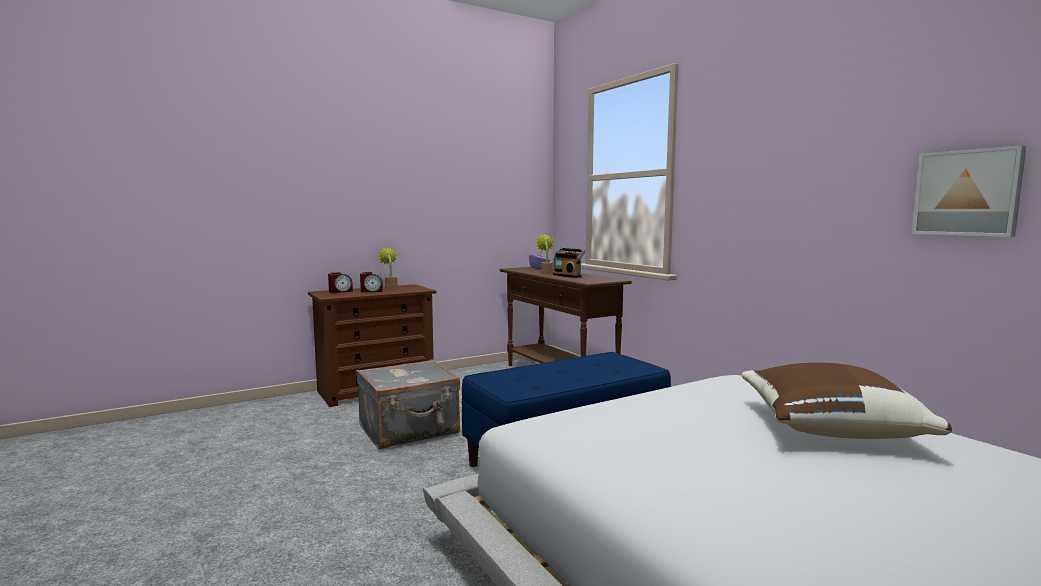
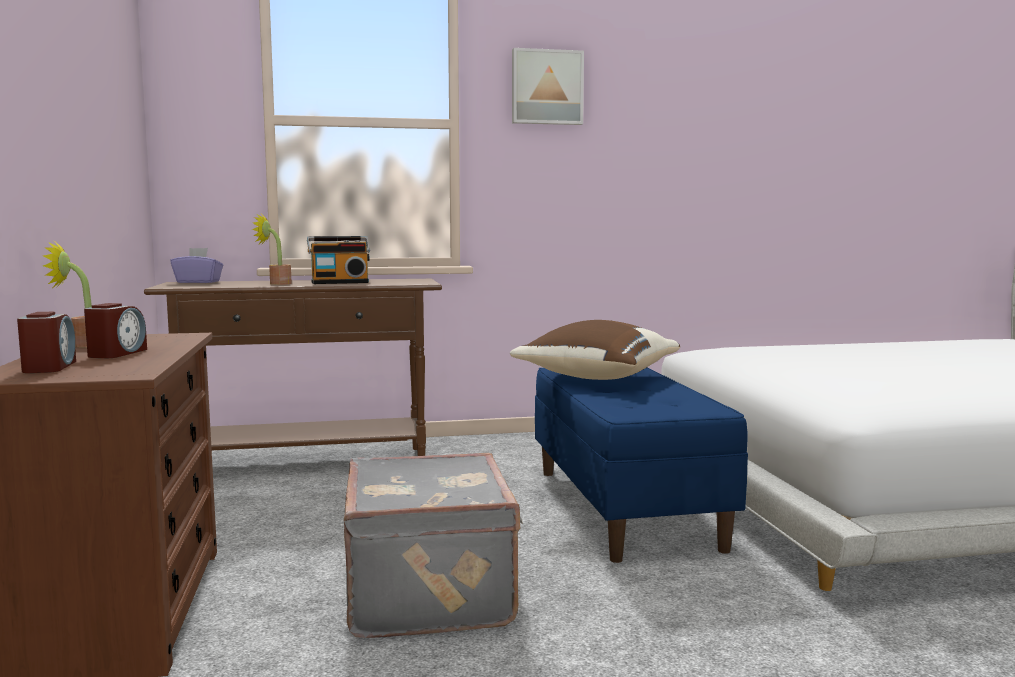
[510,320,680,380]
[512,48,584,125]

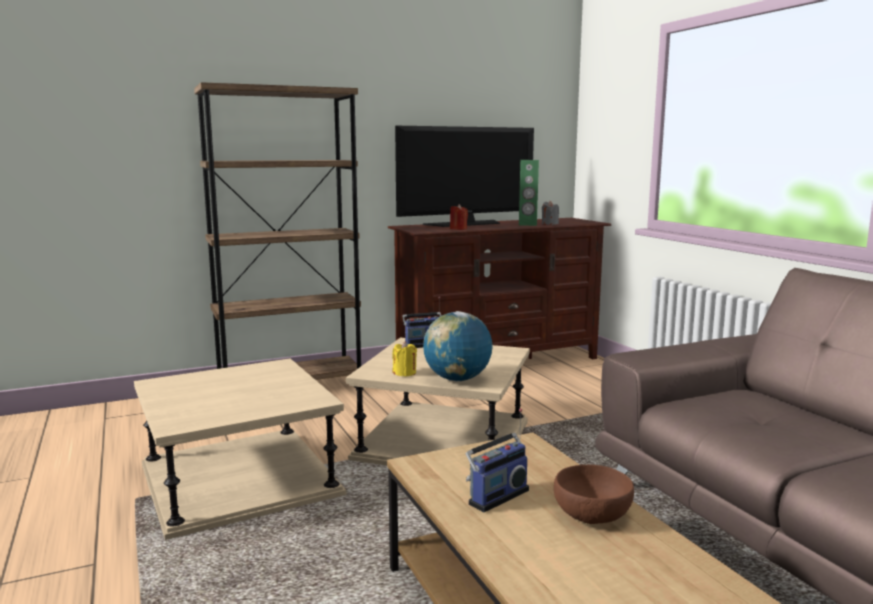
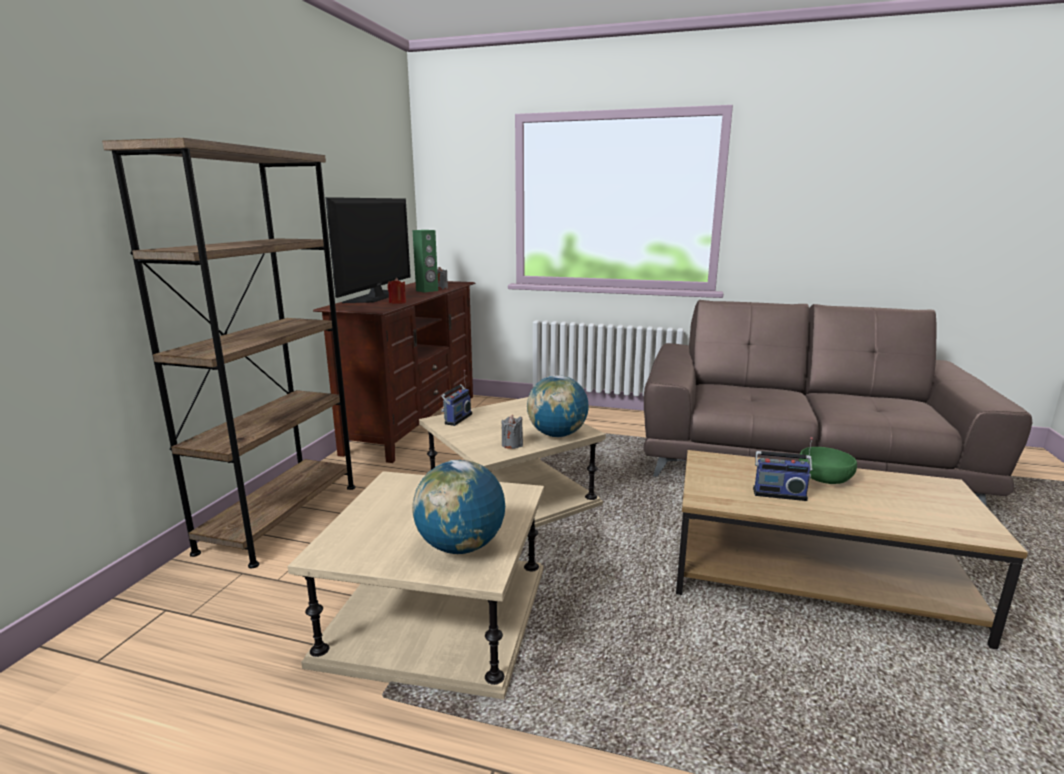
[412,460,505,554]
[501,415,523,449]
[799,447,857,484]
[753,437,813,501]

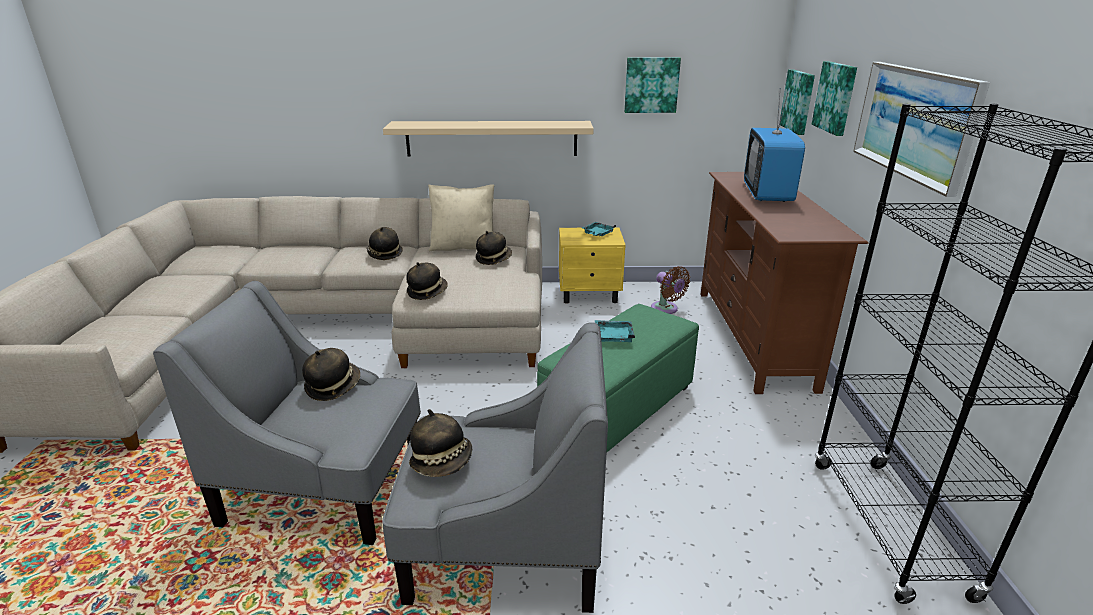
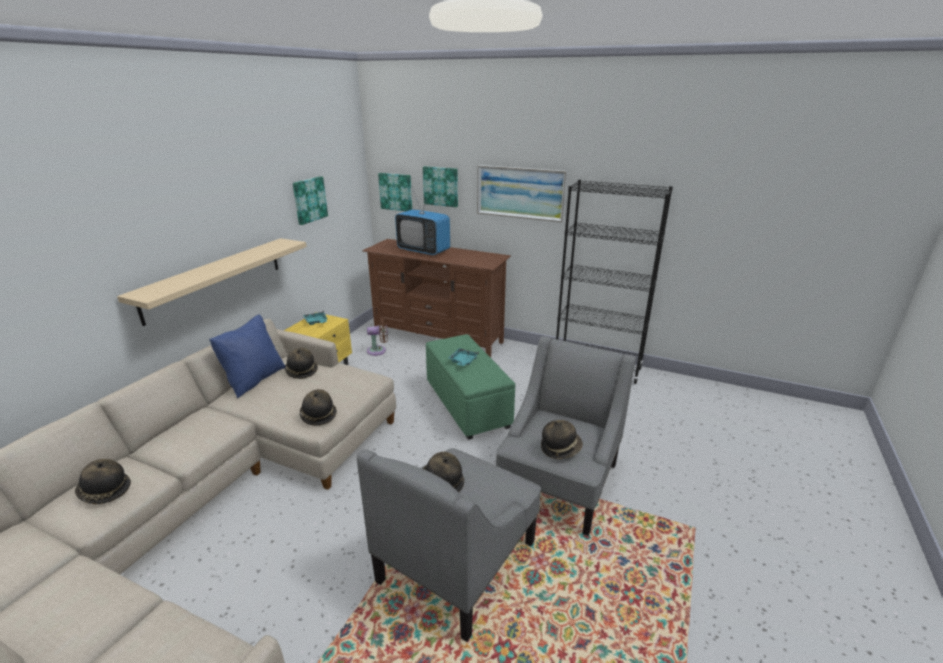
[75,459,131,504]
[209,314,285,398]

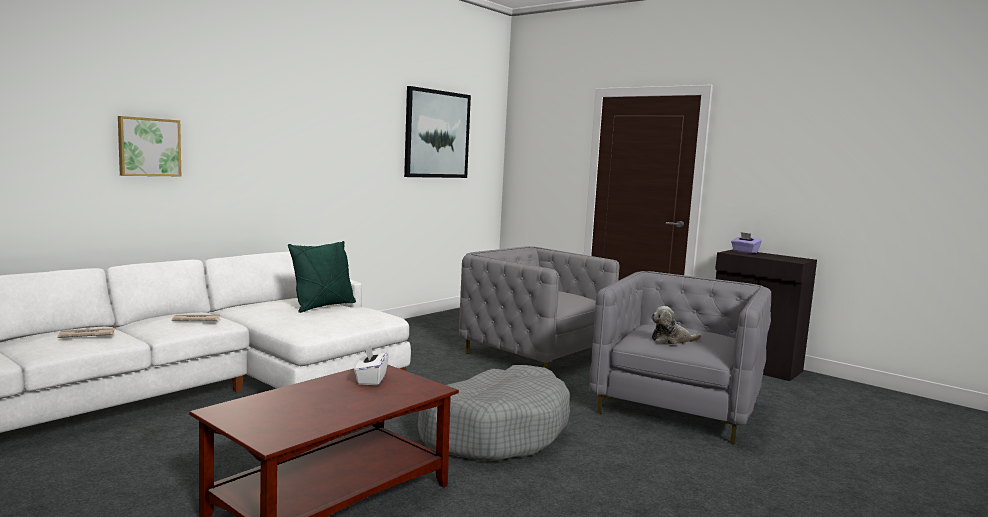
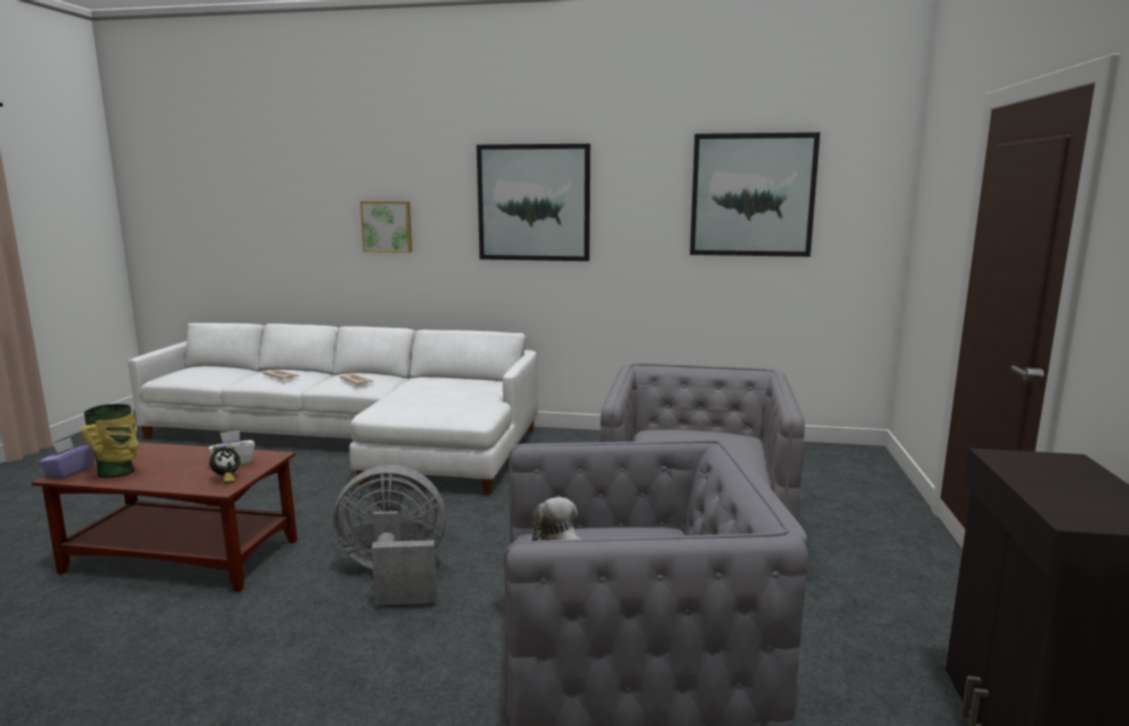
[288,241,356,313] (first image)
[80,404,140,478]
[210,446,240,483]
[477,144,590,261]
[38,437,95,479]
[333,465,446,605]

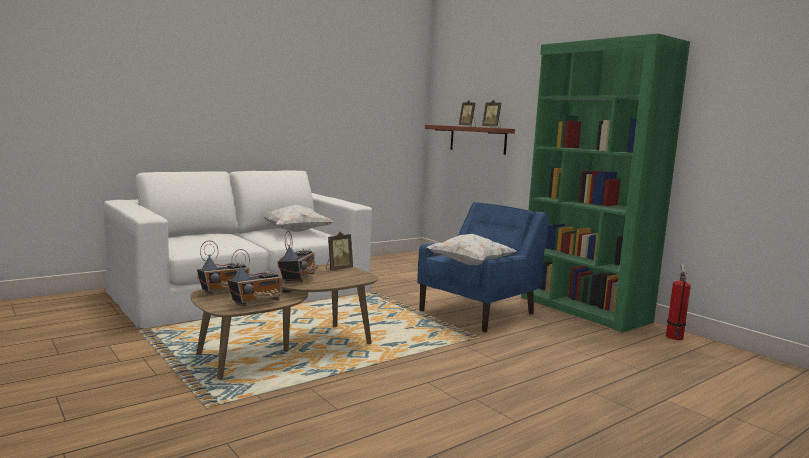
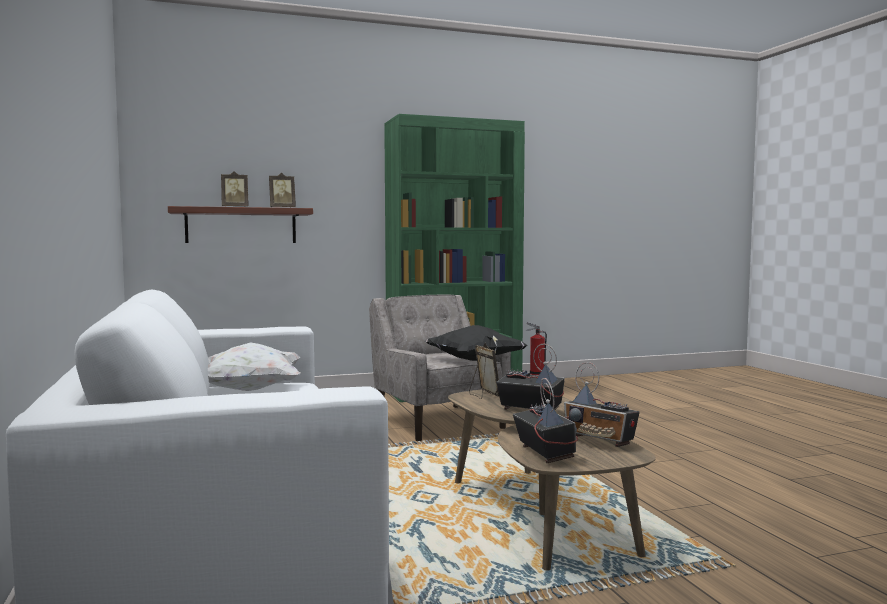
[369,295,511,441]
[425,325,527,361]
[564,362,640,447]

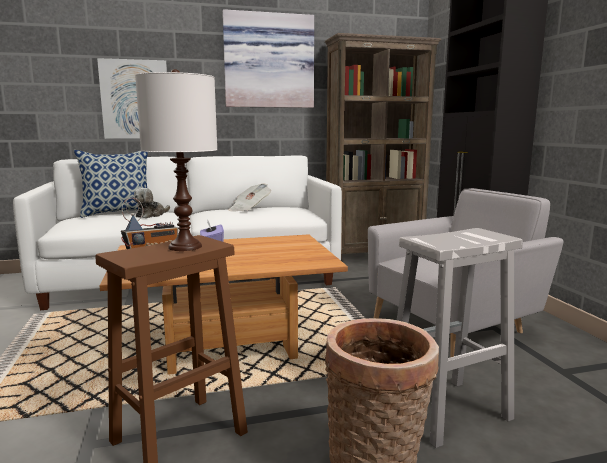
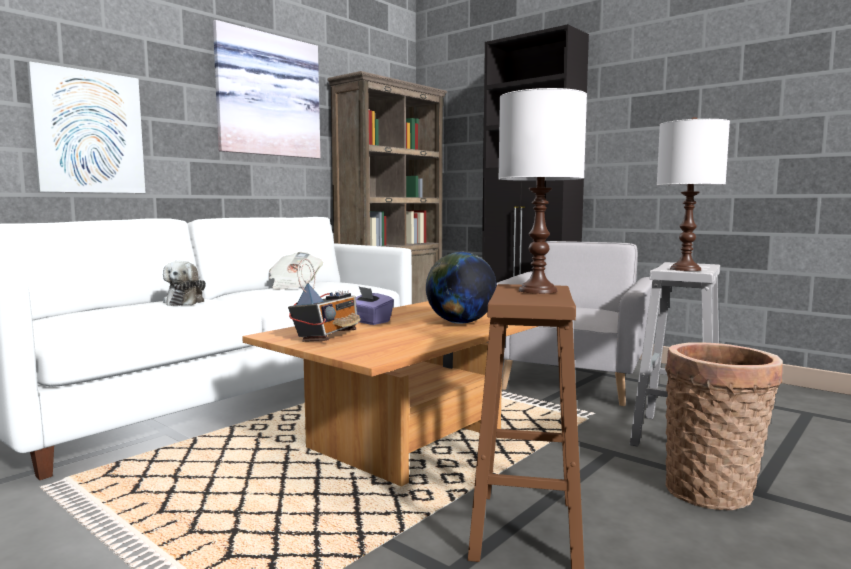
[74,150,148,218] (first image)
[426,252,497,324]
[657,117,730,271]

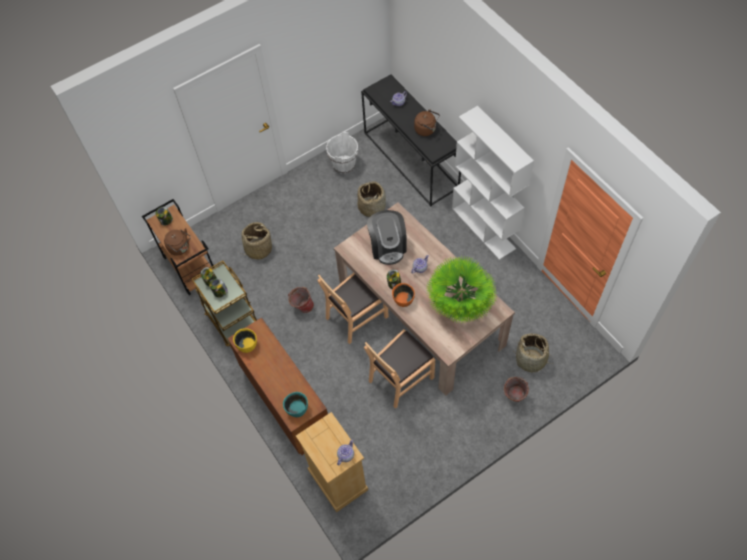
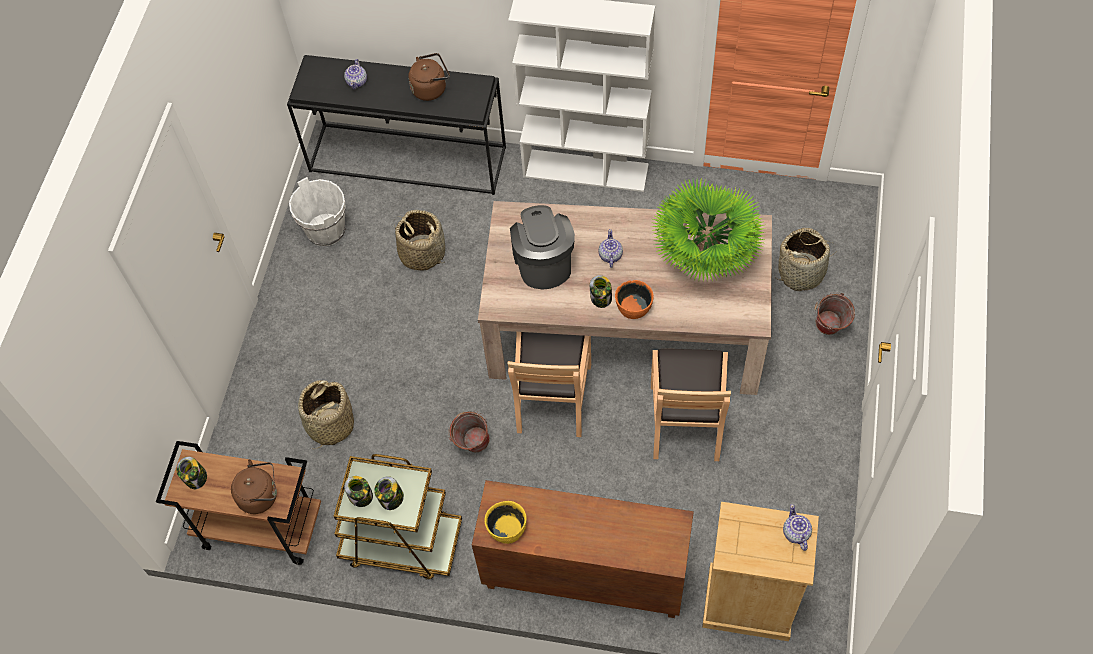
[283,392,308,417] (first image)
[510,205,575,289]

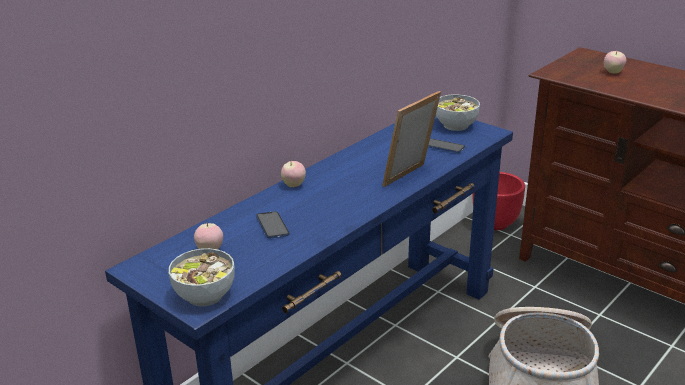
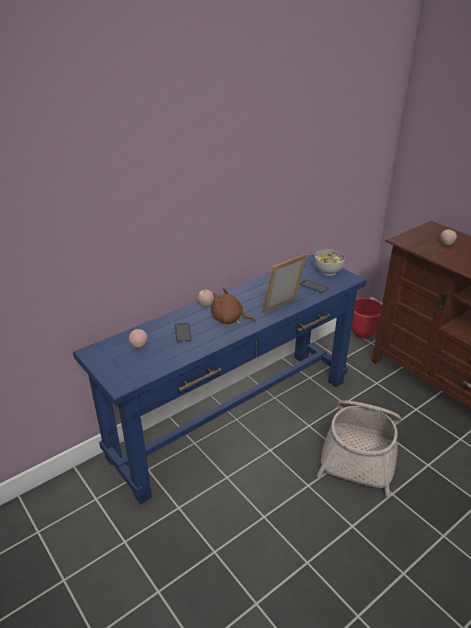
[168,248,235,306] (first image)
[211,288,255,324]

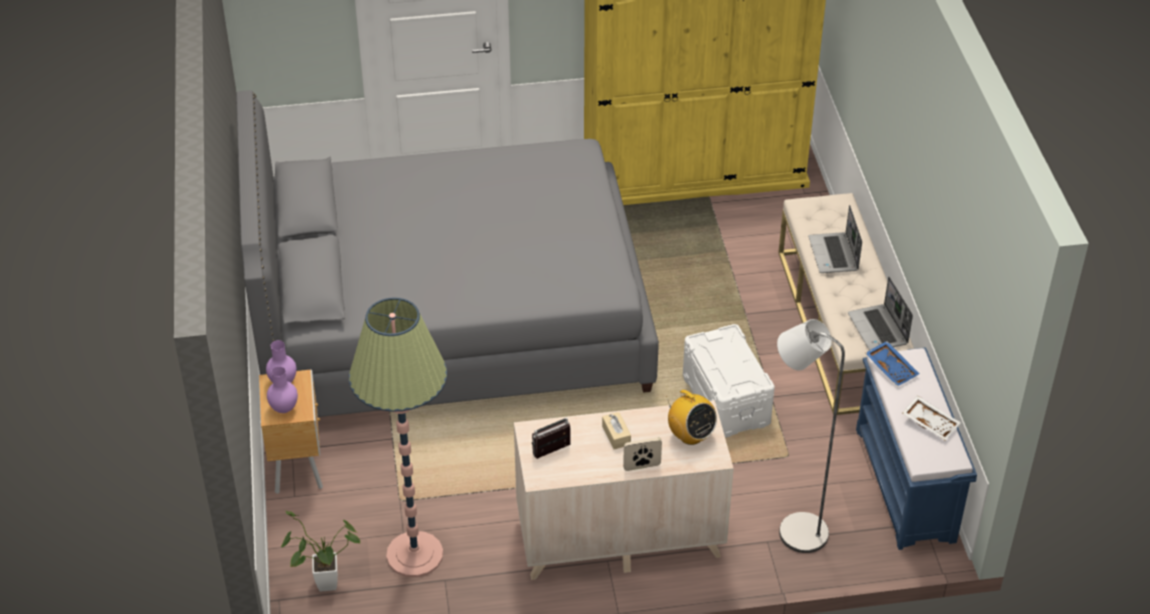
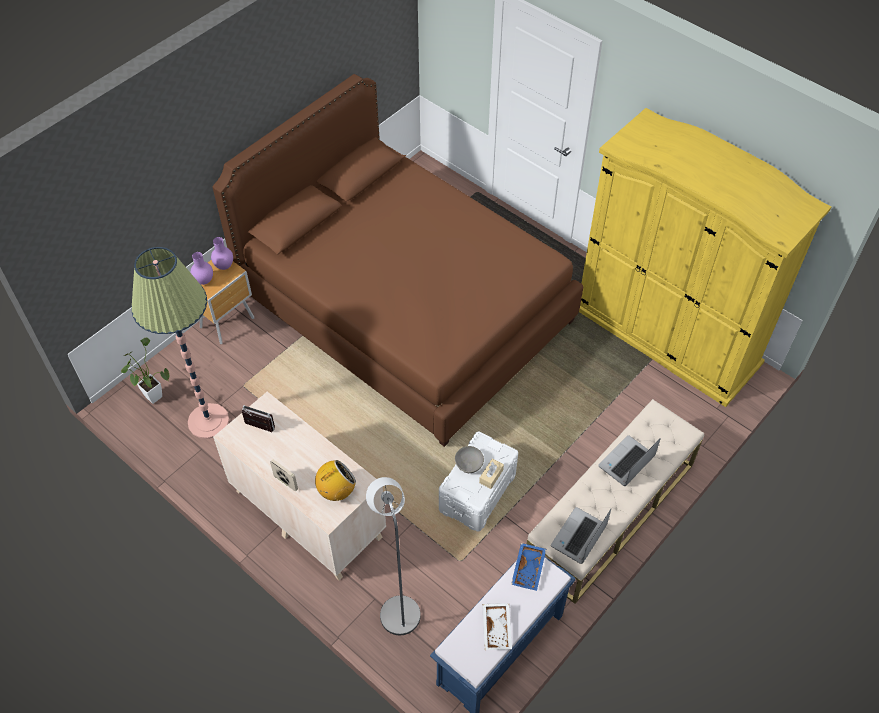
[455,446,484,473]
[479,459,504,489]
[213,74,583,447]
[315,460,356,501]

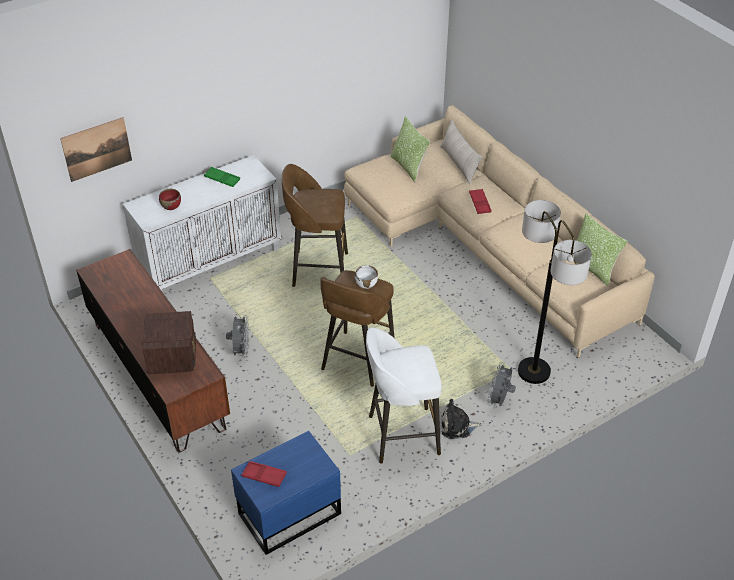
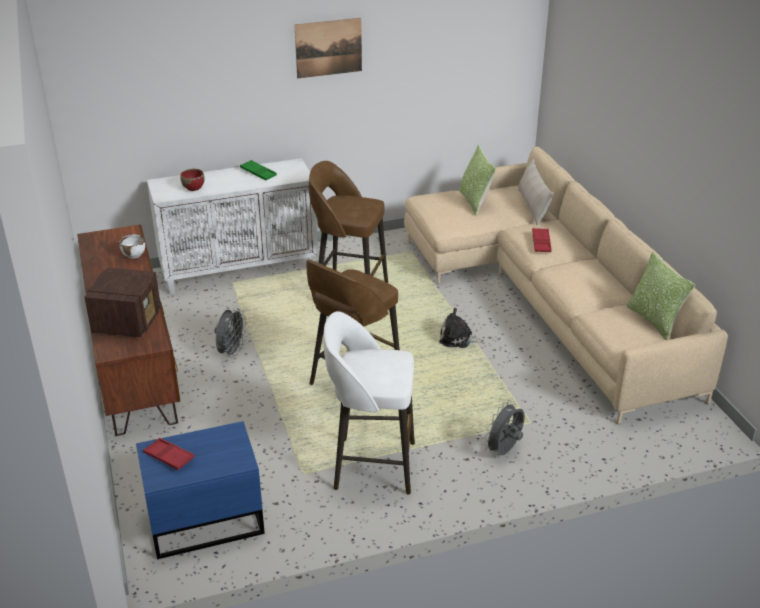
[518,200,592,384] (first image)
[294,18,362,79]
[119,234,145,258]
[439,308,484,348]

